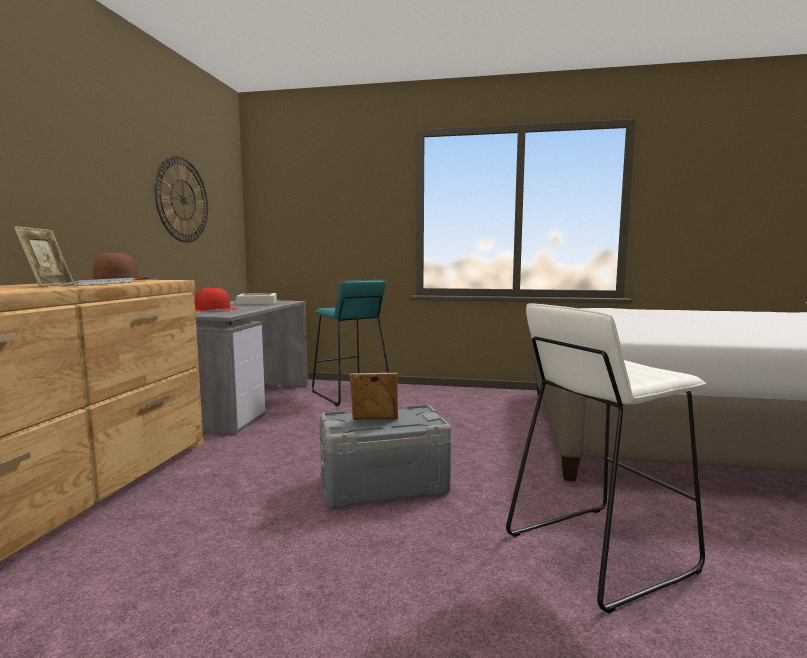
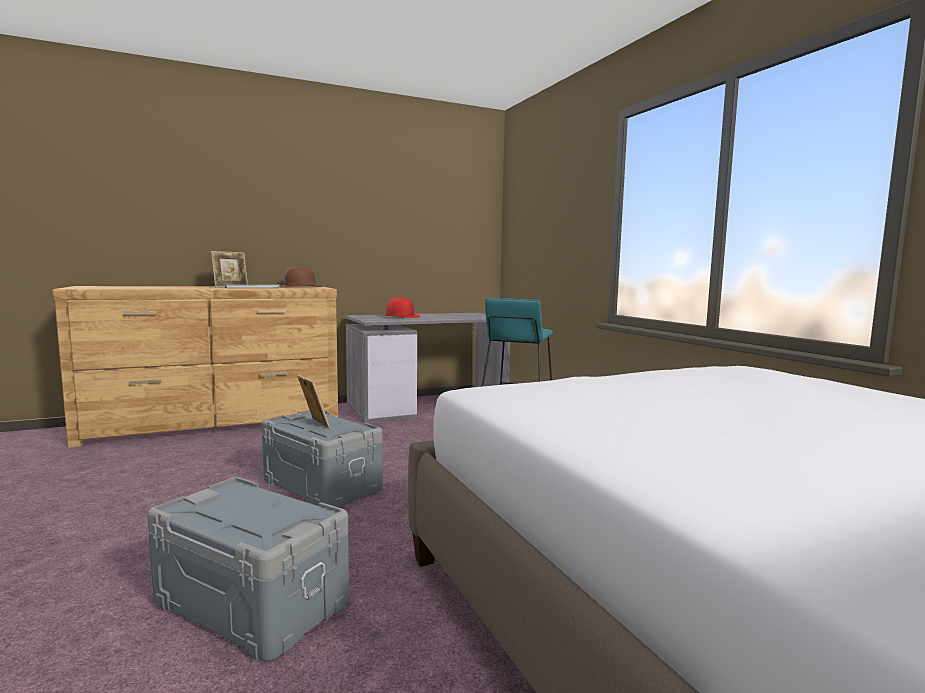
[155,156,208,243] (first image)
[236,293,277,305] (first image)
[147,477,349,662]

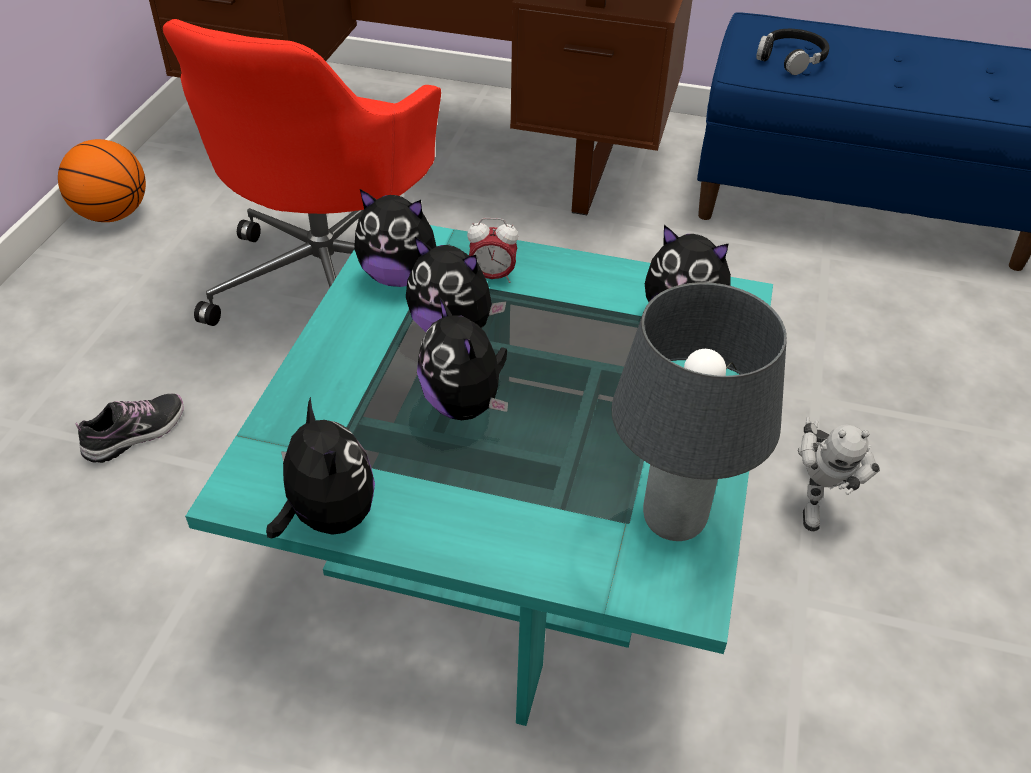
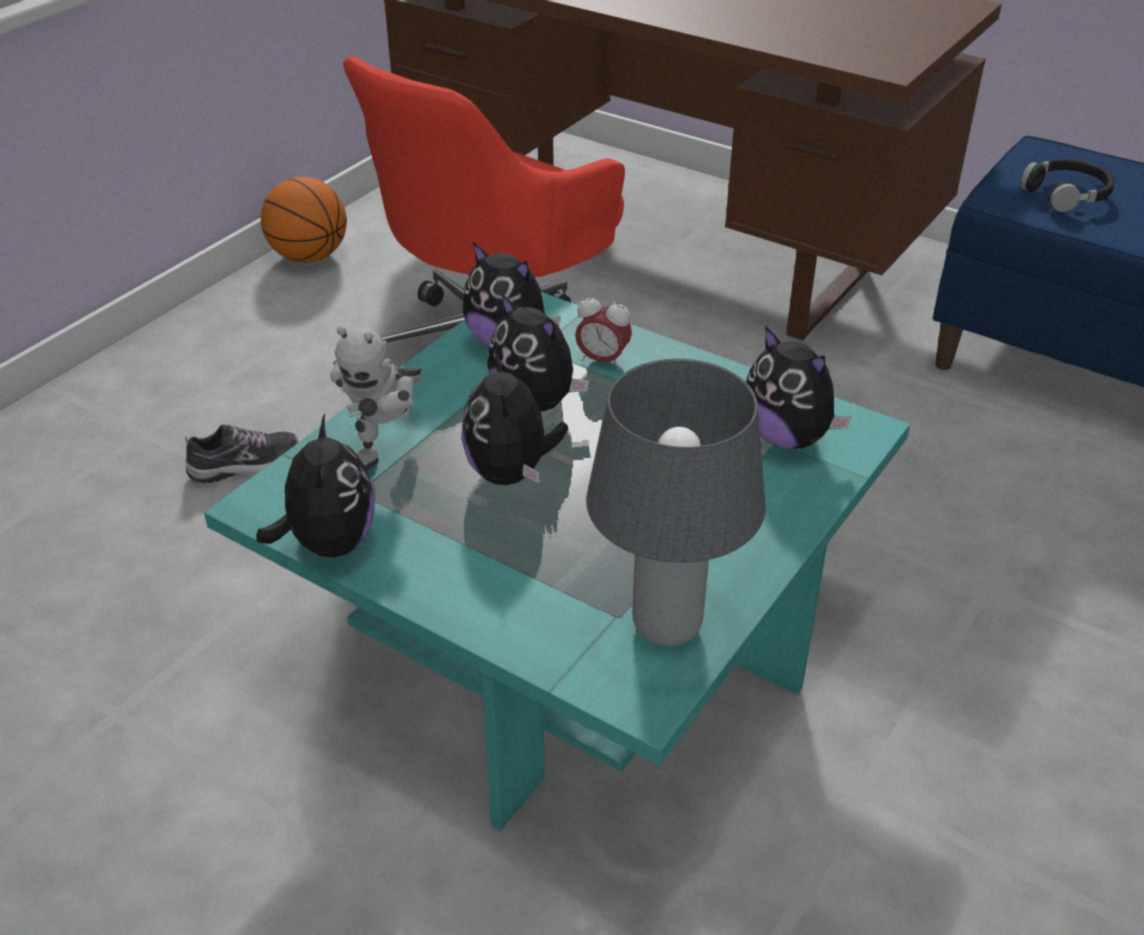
[330,326,421,471]

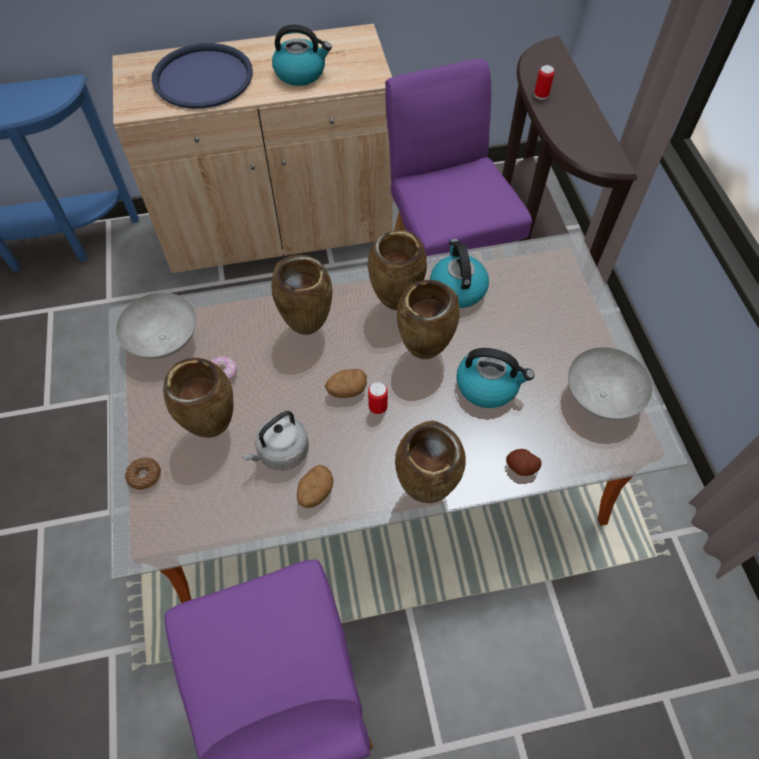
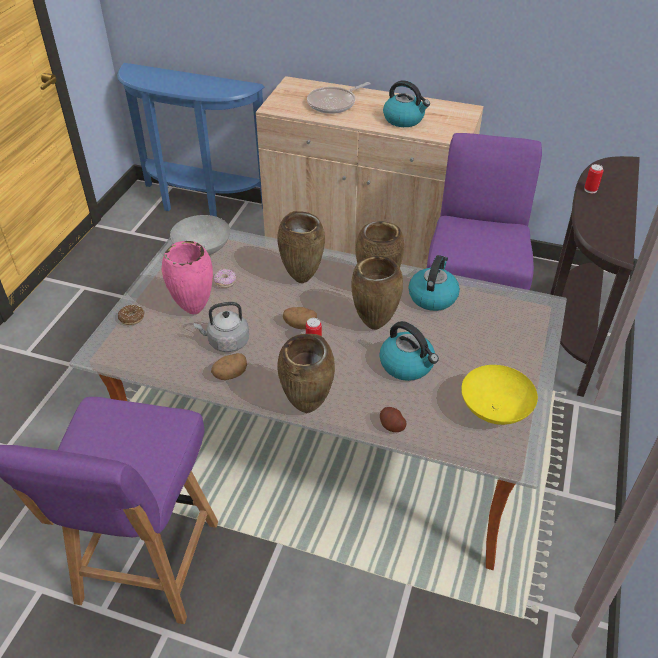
[307,82,371,114]
[162,241,213,314]
[461,365,538,425]

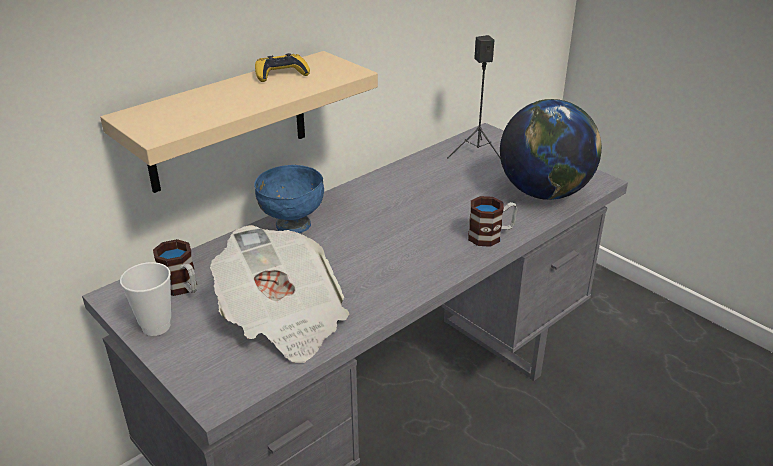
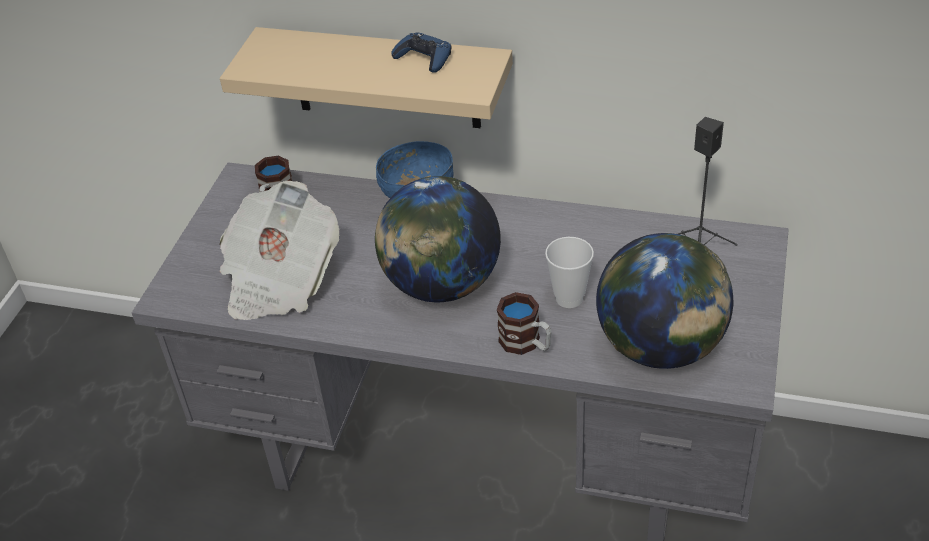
[375,176,501,303]
[545,237,594,308]
[391,33,452,73]

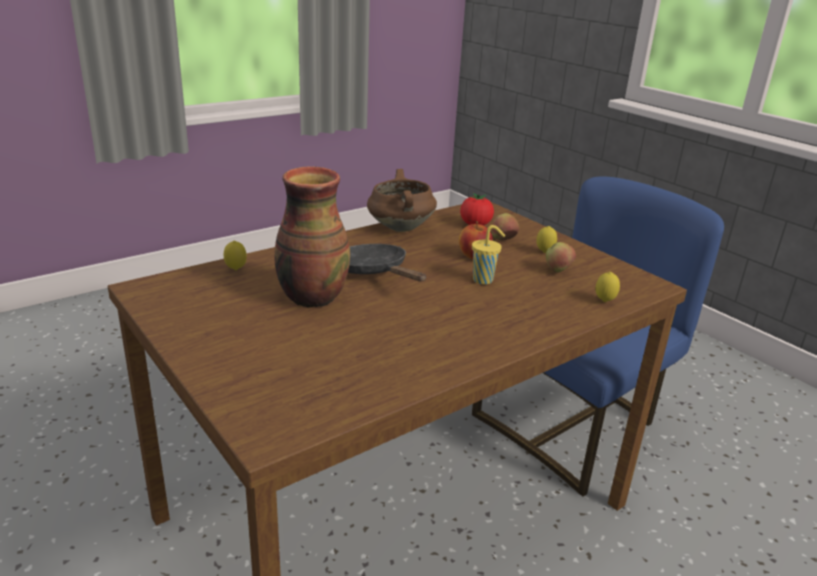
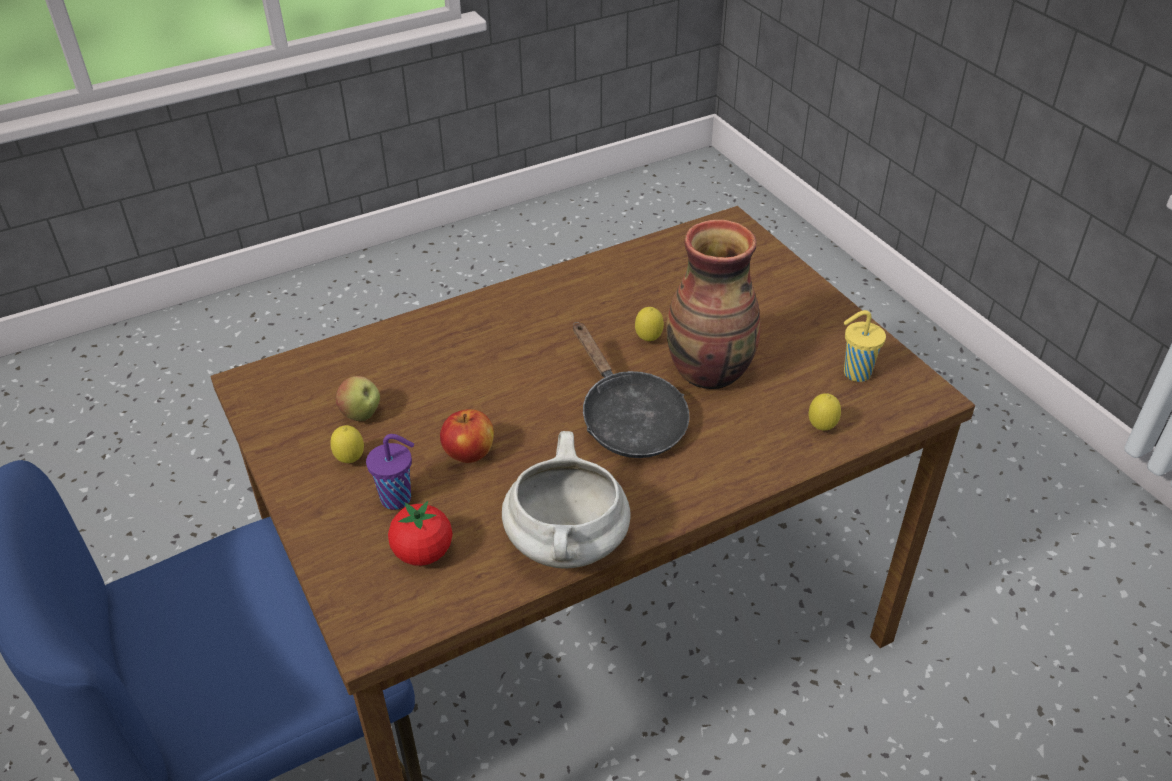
[844,310,886,382]
[635,307,664,341]
[366,434,414,510]
[502,431,631,569]

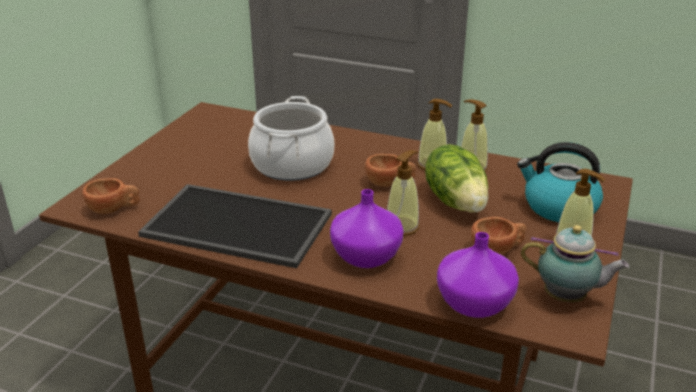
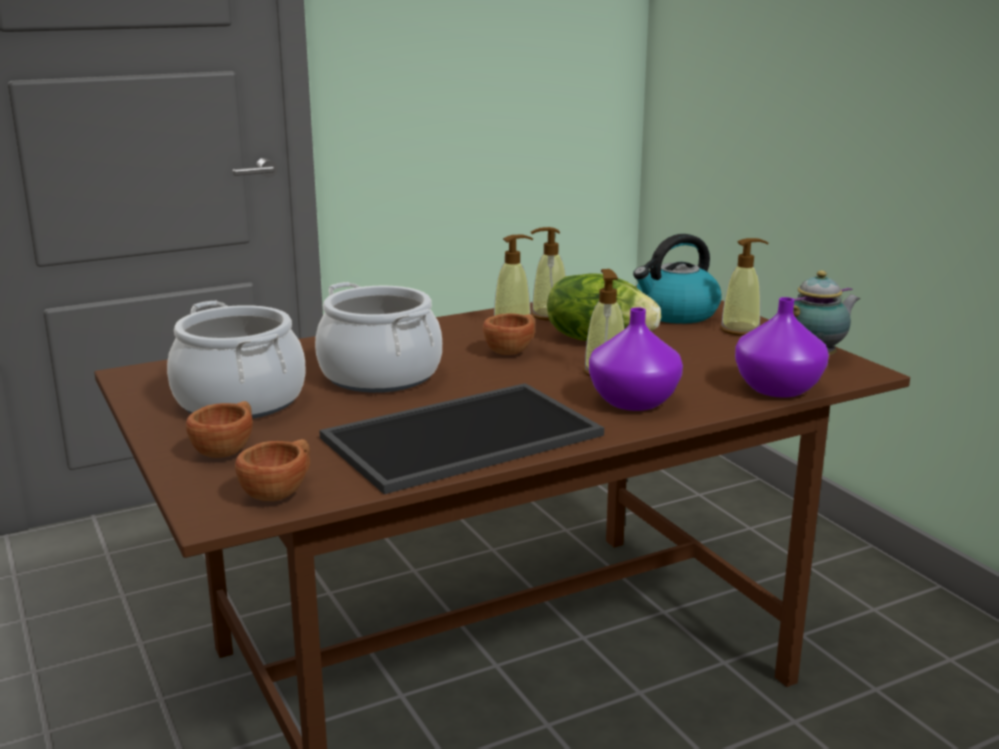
[167,301,306,419]
[186,401,253,458]

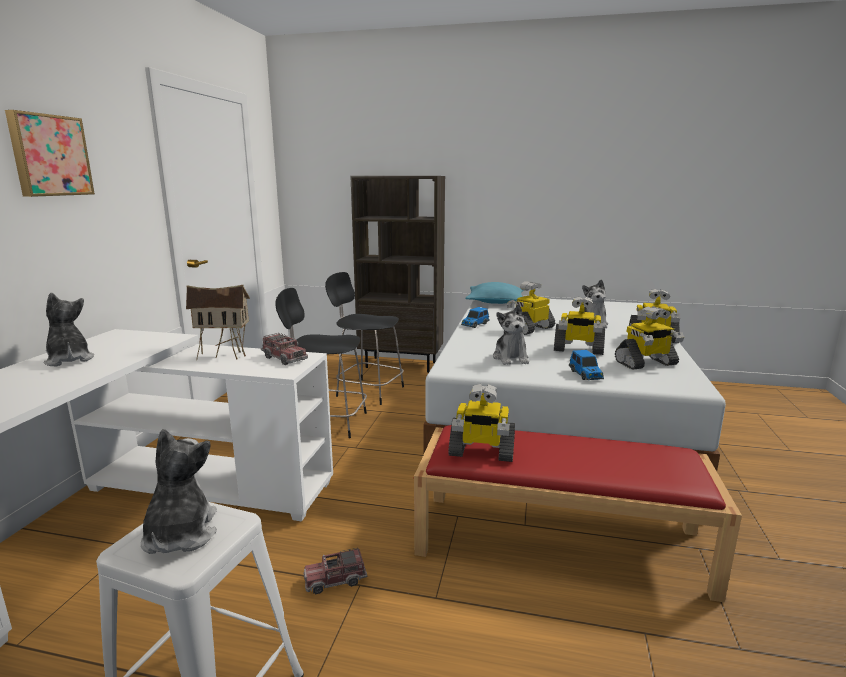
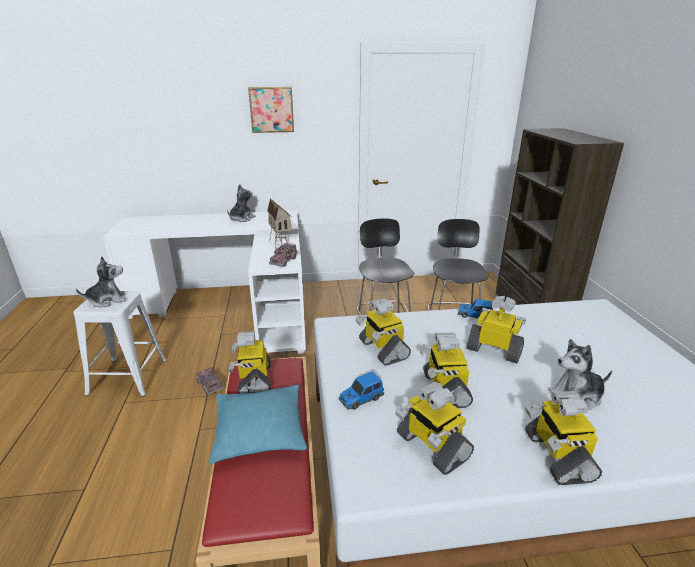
[209,385,307,464]
[355,298,411,366]

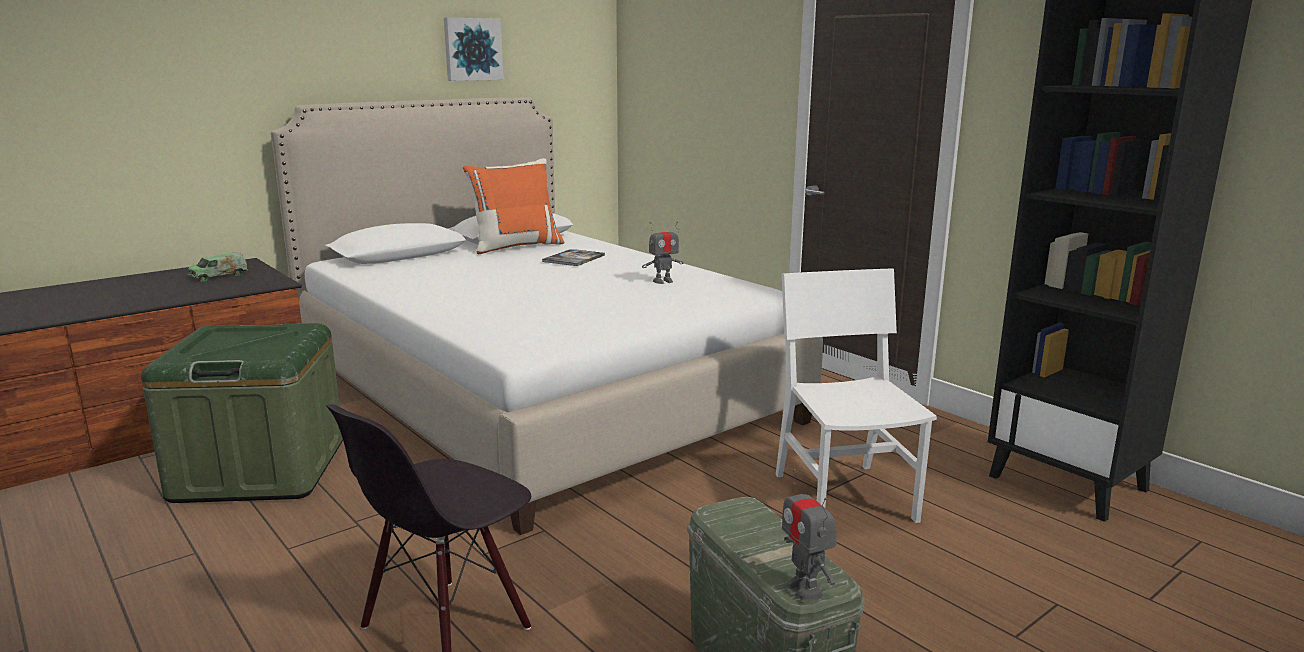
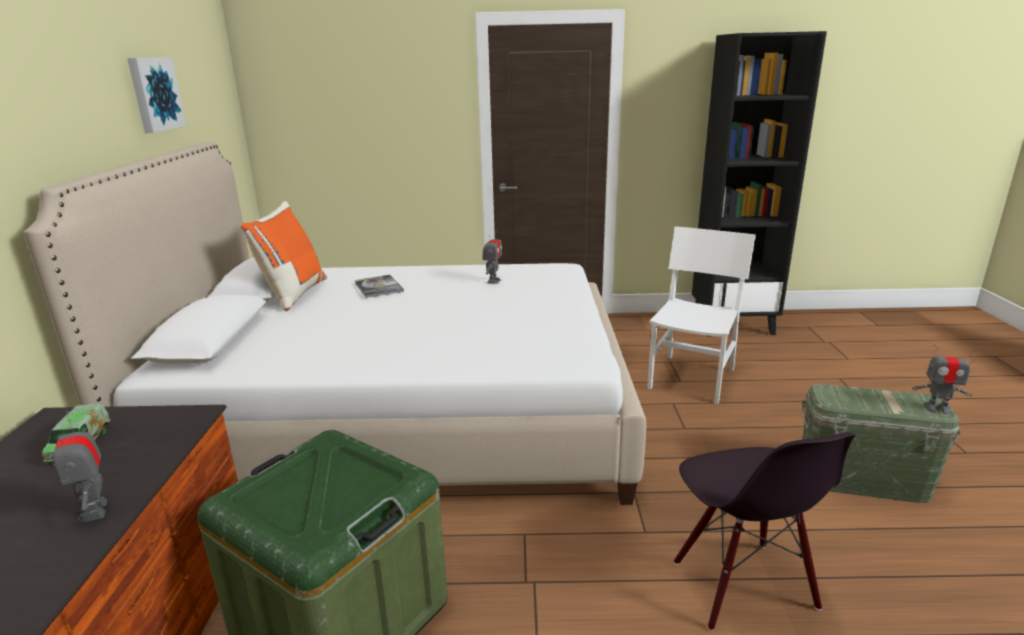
[53,411,107,522]
[647,226,756,404]

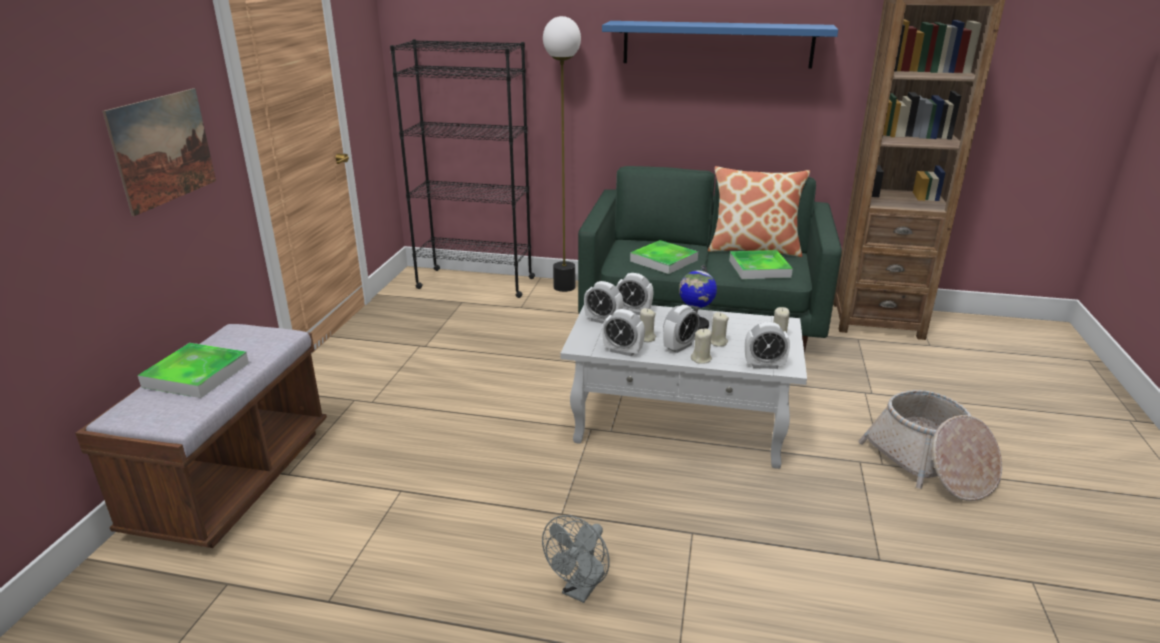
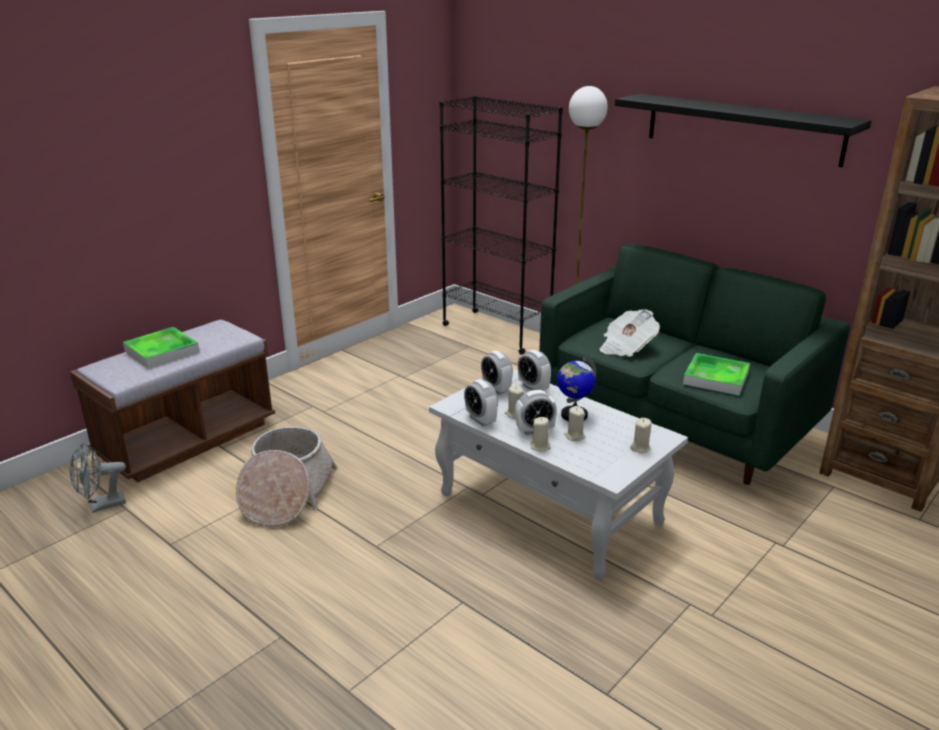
[102,88,216,216] (first image)
[708,166,810,257] (first image)
[745,322,790,369] (first image)
[70,443,126,513]
[236,427,337,526]
[600,309,660,357]
[615,94,871,167]

